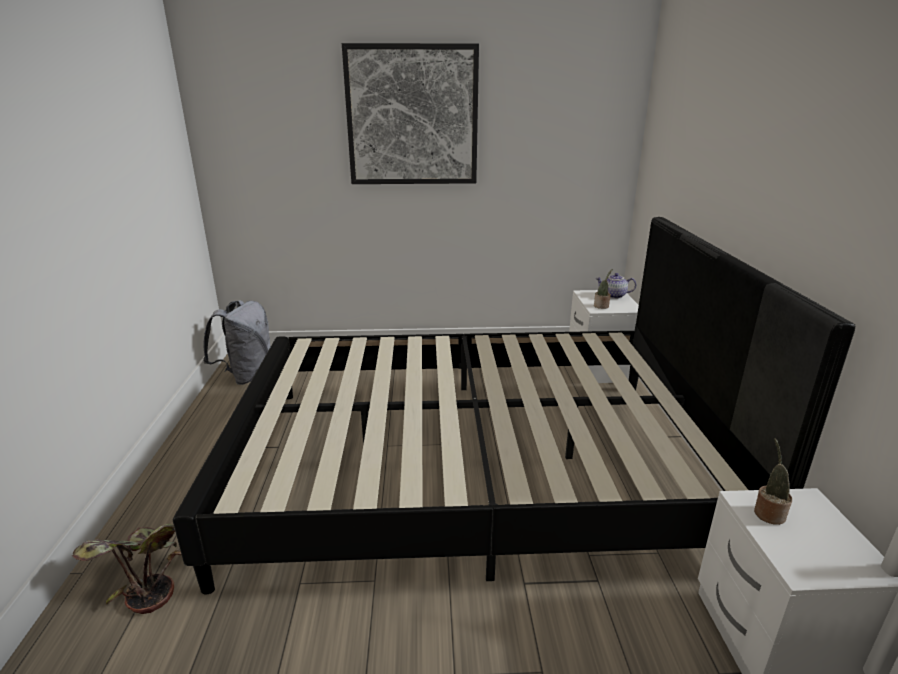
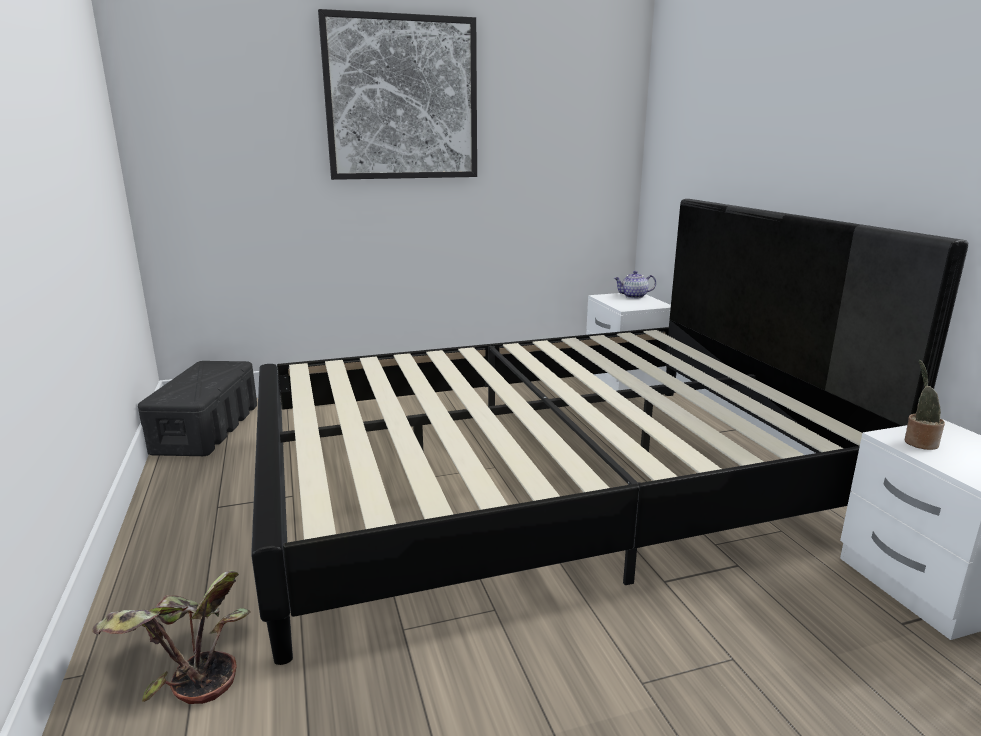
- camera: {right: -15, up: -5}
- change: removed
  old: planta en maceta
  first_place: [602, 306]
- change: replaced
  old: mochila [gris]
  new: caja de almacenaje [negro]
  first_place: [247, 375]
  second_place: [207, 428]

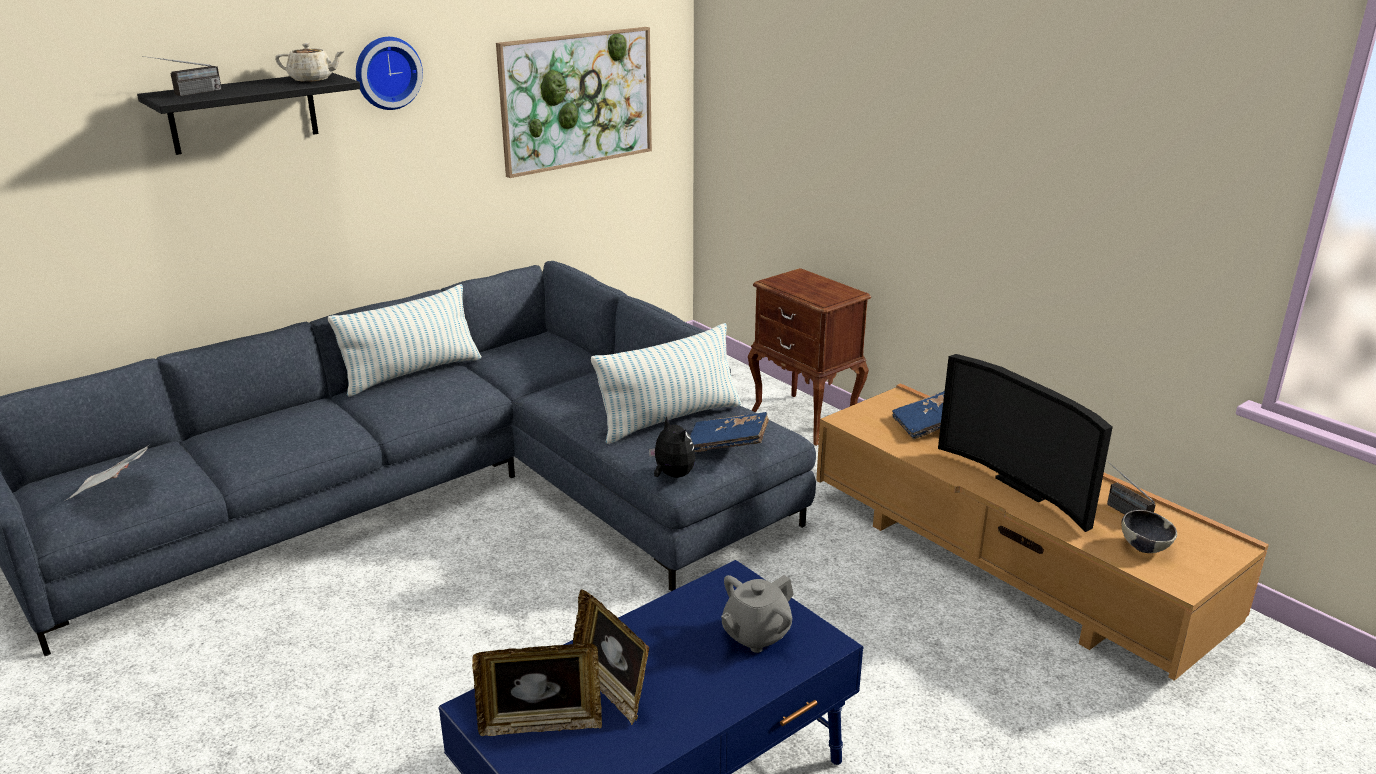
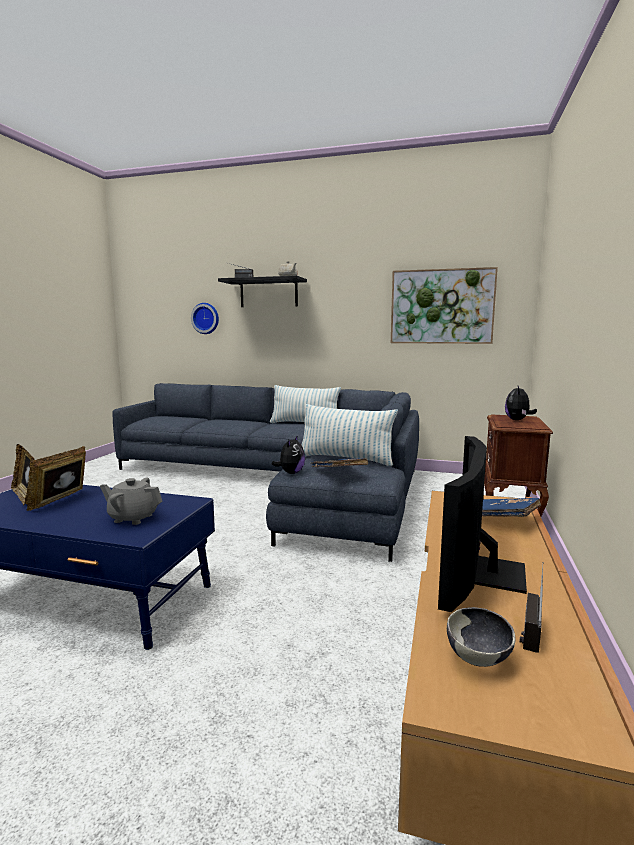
- camera: {right: 55, up: -15}
- change: removed
  old: periódico
  first_place: [114, 492]
- change: added
  new: peluche
  second_place: [518, 420]
- change: moved
  old: reloj de pared
  first_place: [386, 72]
  second_place: [206, 318]

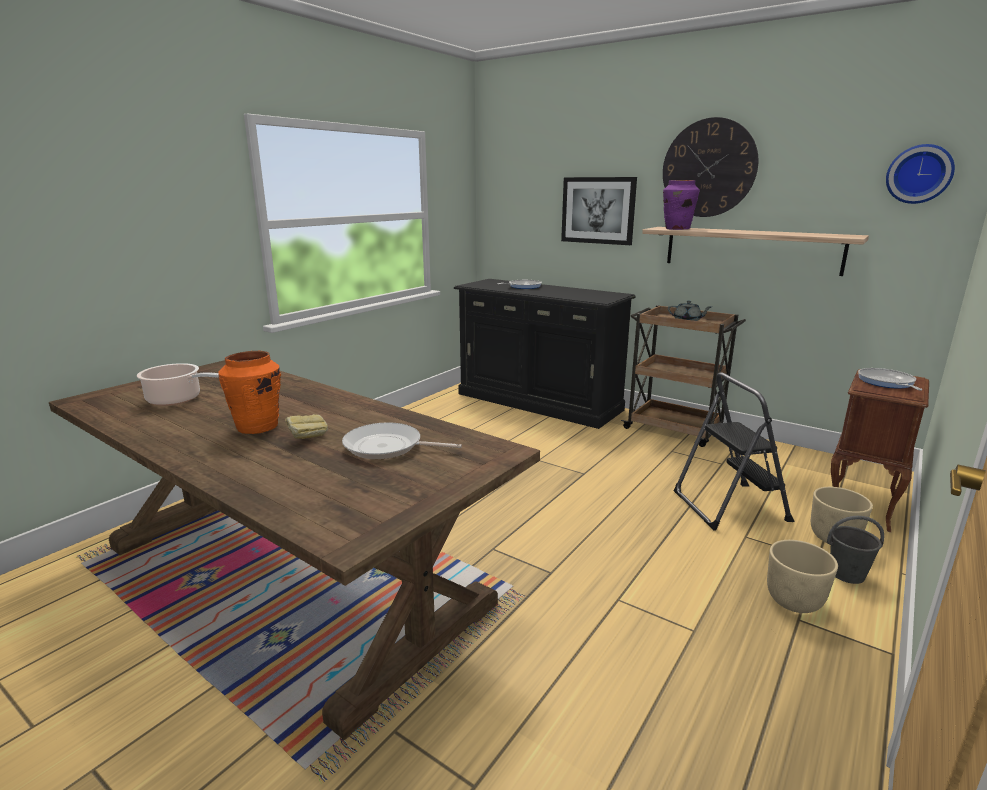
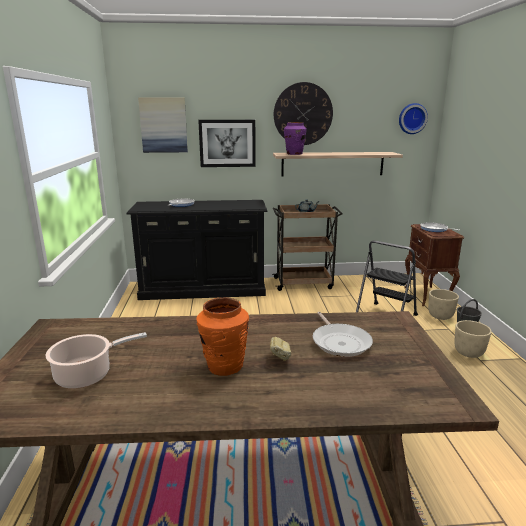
- camera: {right: -40, up: 0}
- change: added
  new: cuadro
  second_place: [163, 125]
- change: turned
  old: sartén
  first_place: [387, 447]
  second_place: [340, 342]
  degrees: -75

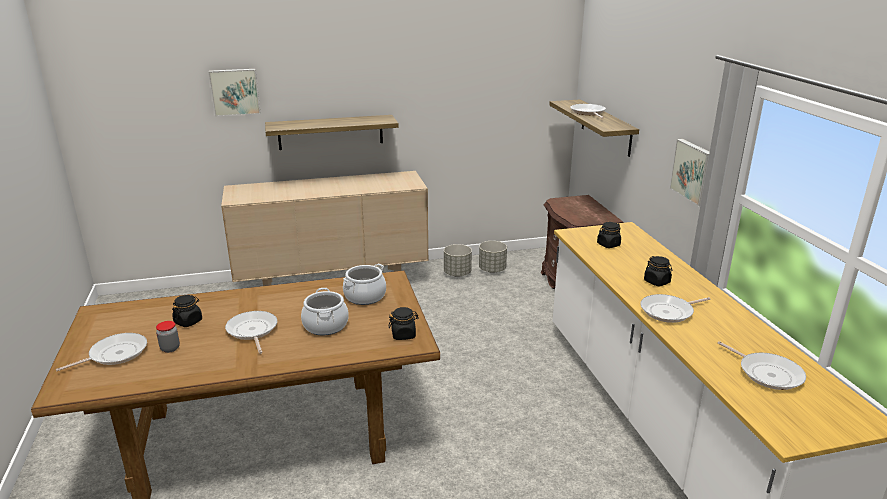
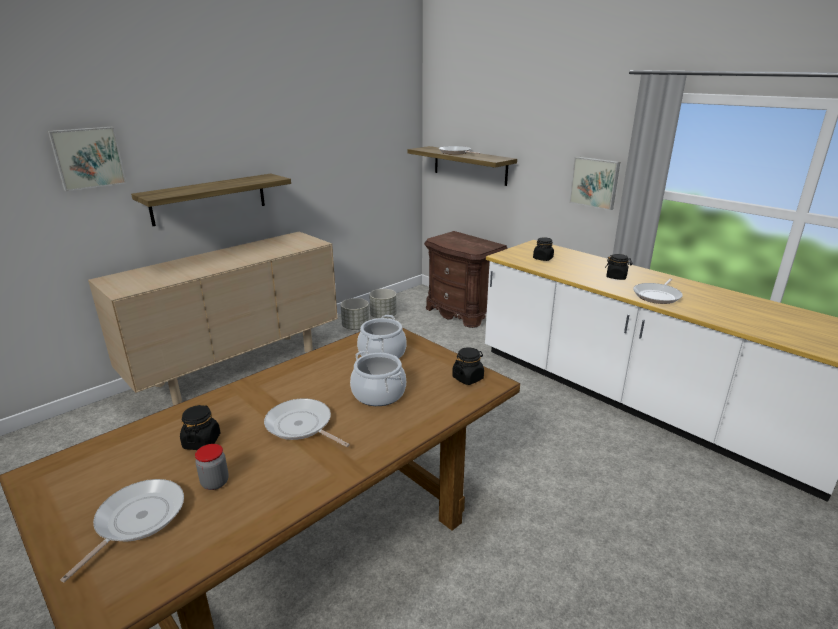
- camera: {right: -30, up: 0}
- change: removed
  old: sartén
  first_place: [767, 373]

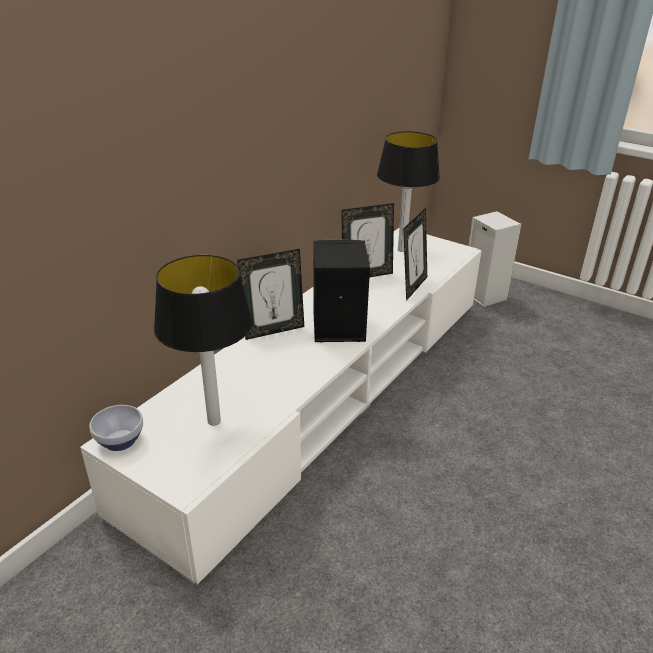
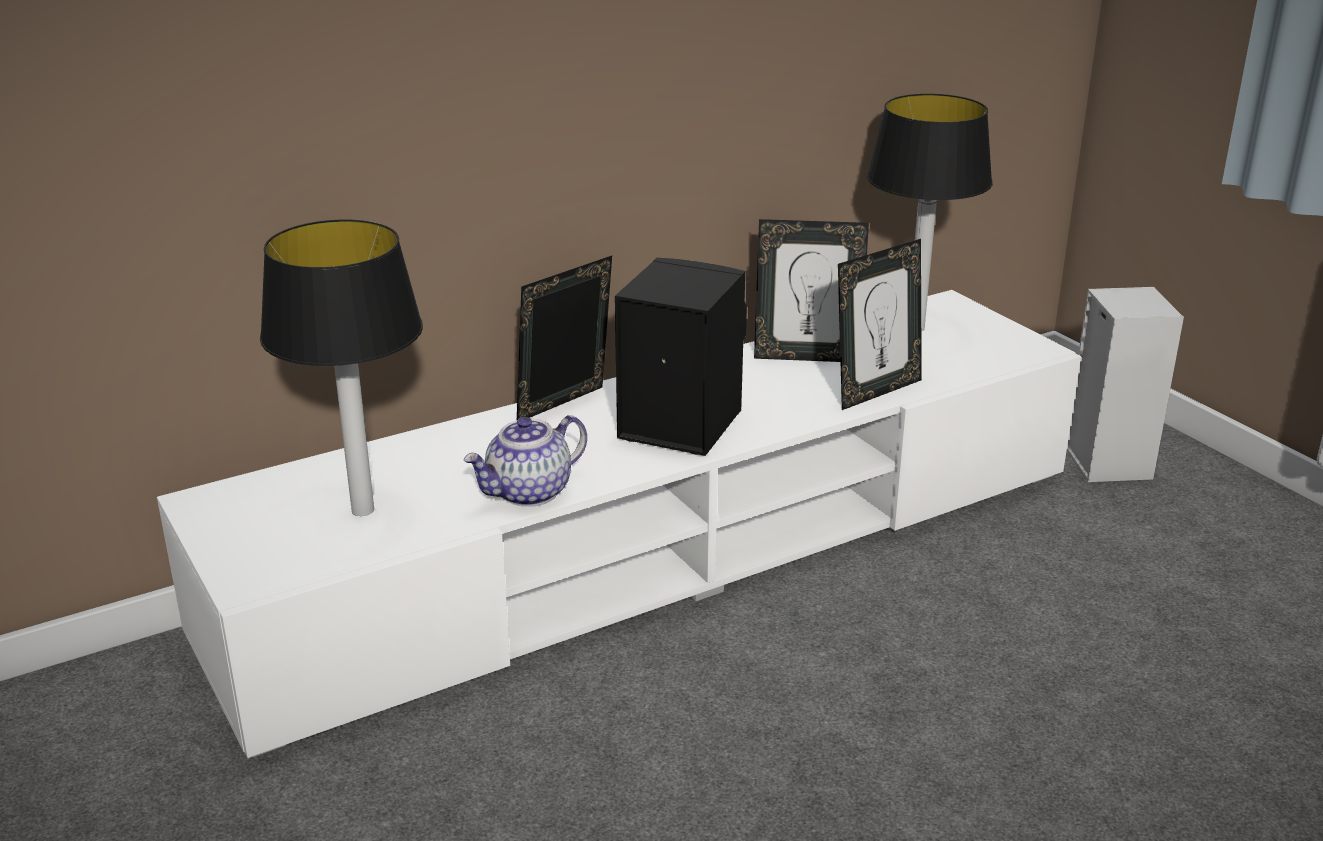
- camera: {right: 25, up: -5}
- change: removed
  old: cuenco
  first_place: [121, 440]
- change: added
  new: tetera
  second_place: [529, 492]
- change: turned
  old: portarretratos
  first_place: [273, 330]
  second_place: [566, 408]
  degrees: 135

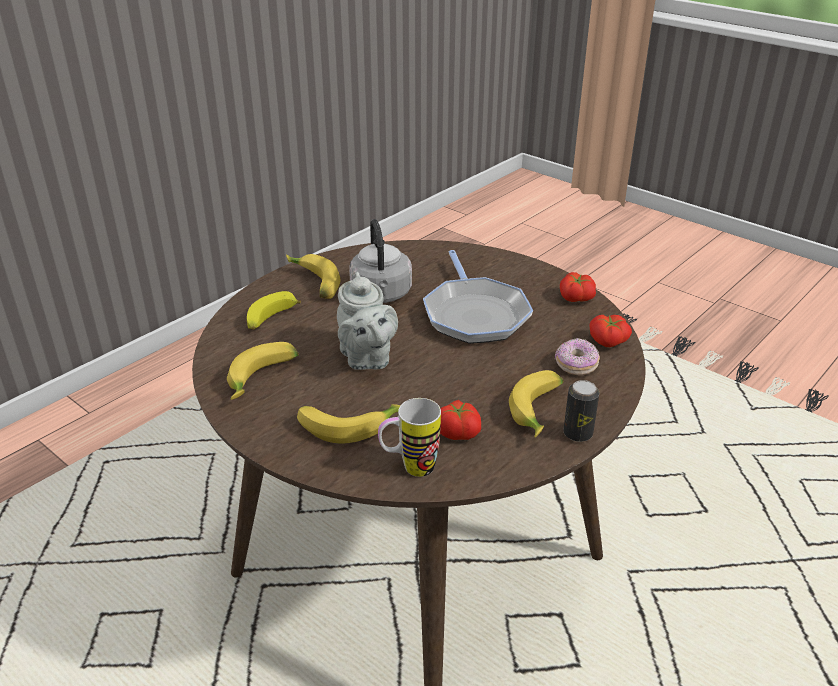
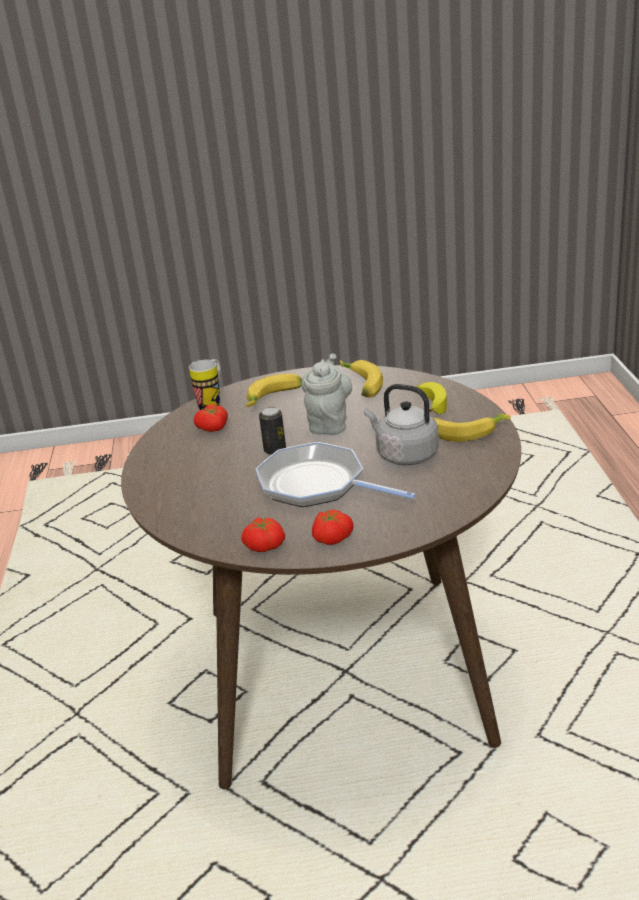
- camera: {right: 135, up: -5}
- change: removed
  old: plátano
  first_place: [540, 412]
- change: removed
  old: rosquilla
  first_place: [576, 365]
- change: moved
  old: lata
  first_place: [578, 433]
  second_place: [275, 450]
- change: moved
  old: tomate
  first_place: [607, 342]
  second_place: [331, 538]
- change: turned
  old: tetera [gris]
  first_place: [366, 359]
  second_place: [329, 423]
  degrees: 75

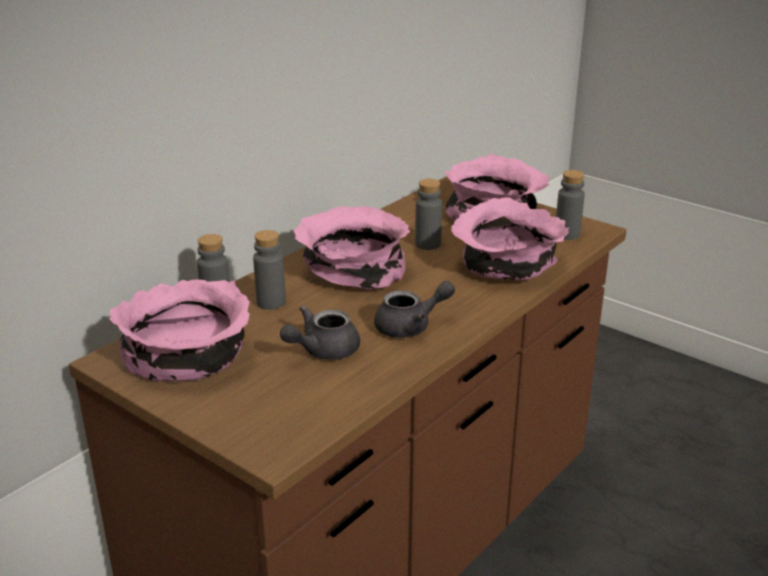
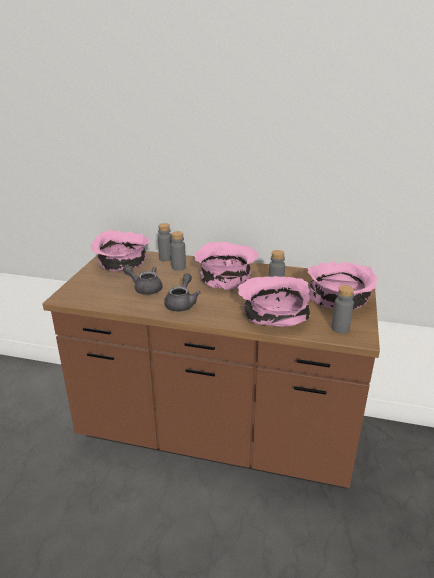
- camera: {right: 65, up: 0}
- change: turned
  old: tetera [gris]
  first_place: [411, 326]
  second_place: [182, 303]
  degrees: -120

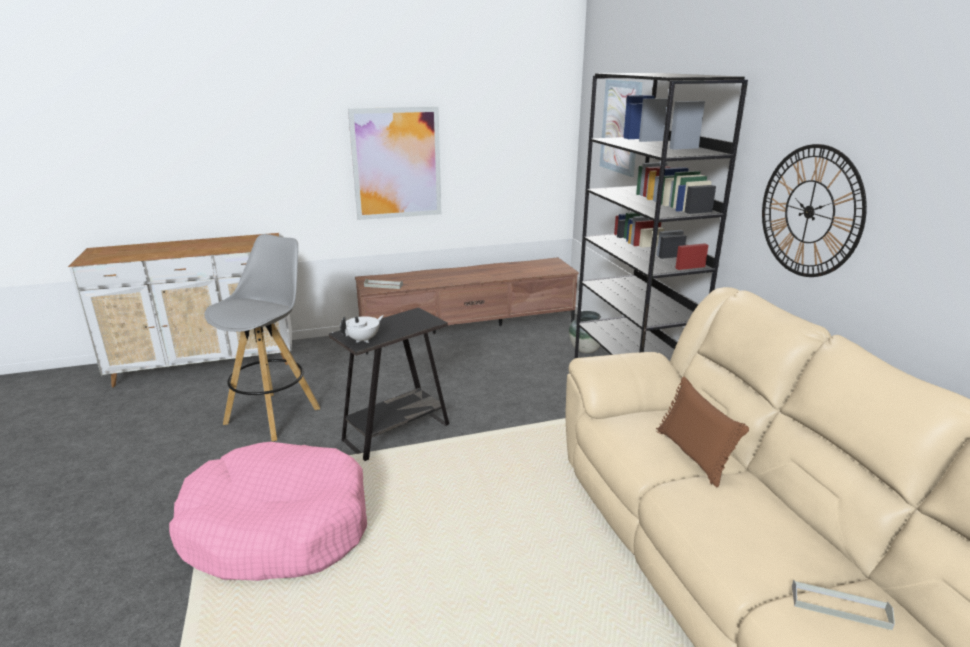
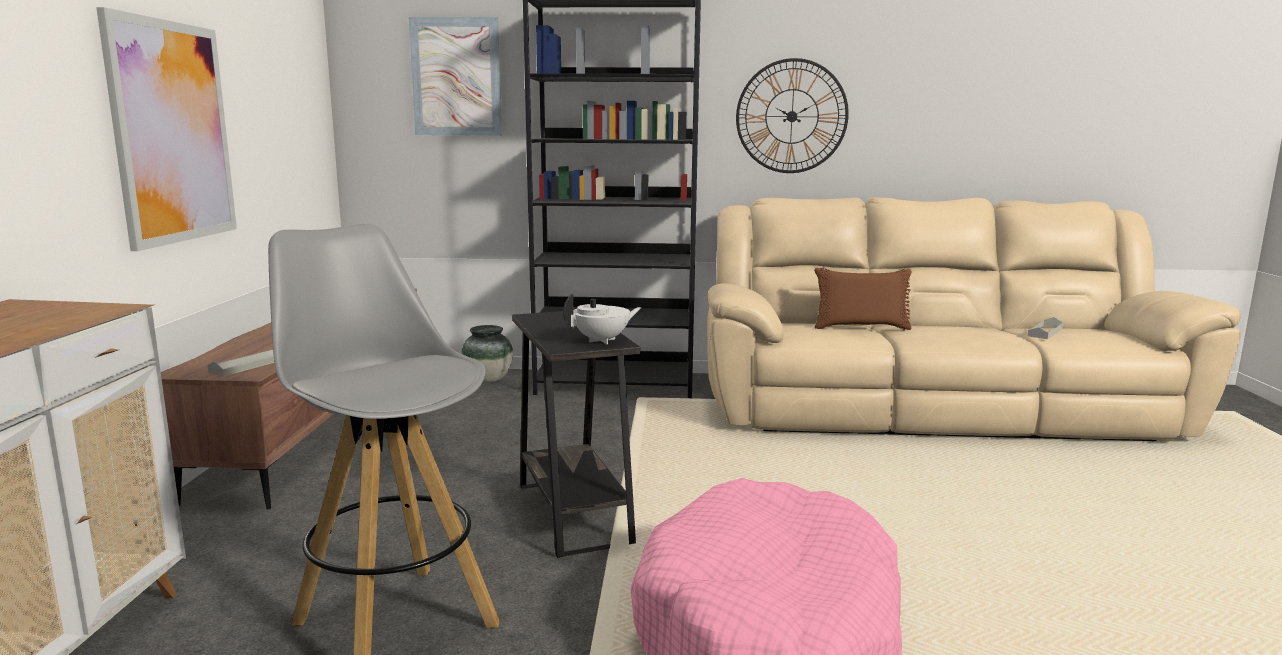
- camera: {right: -70, up: -10}
- change: turned
  old: tetera [blanco]
  first_place: [363, 340]
  second_place: [602, 340]
  degrees: 90

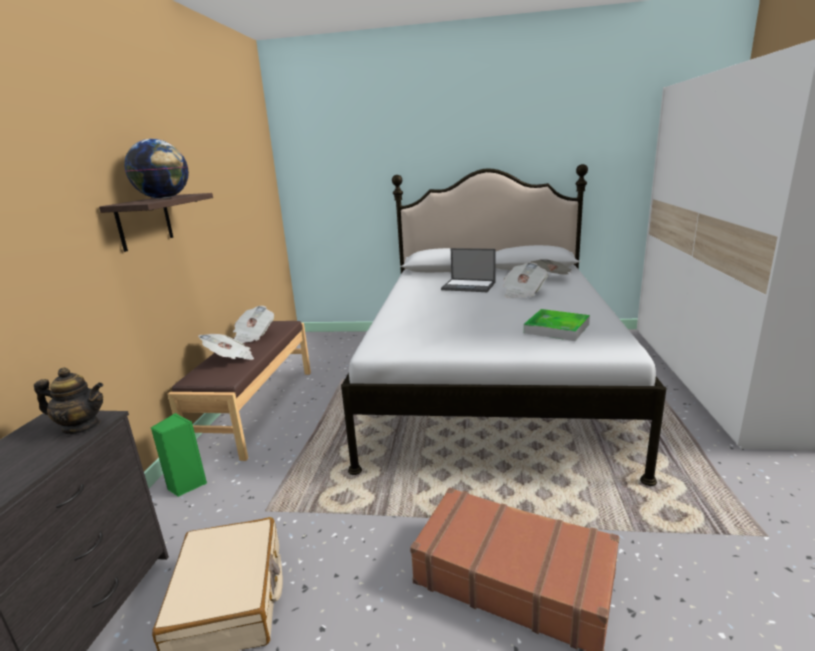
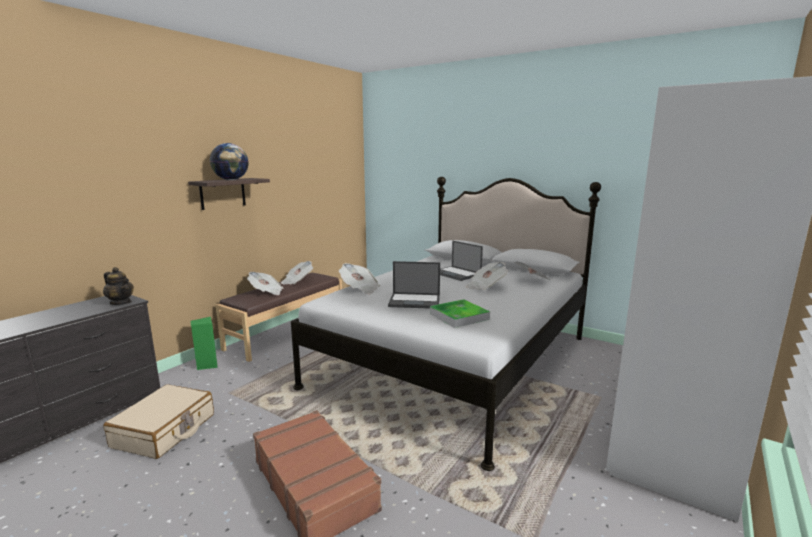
- camera: {right: 25, up: -5}
- change: added
  new: periódico
  second_place: [360, 289]
- change: added
  new: portátil
  second_place: [415, 301]

